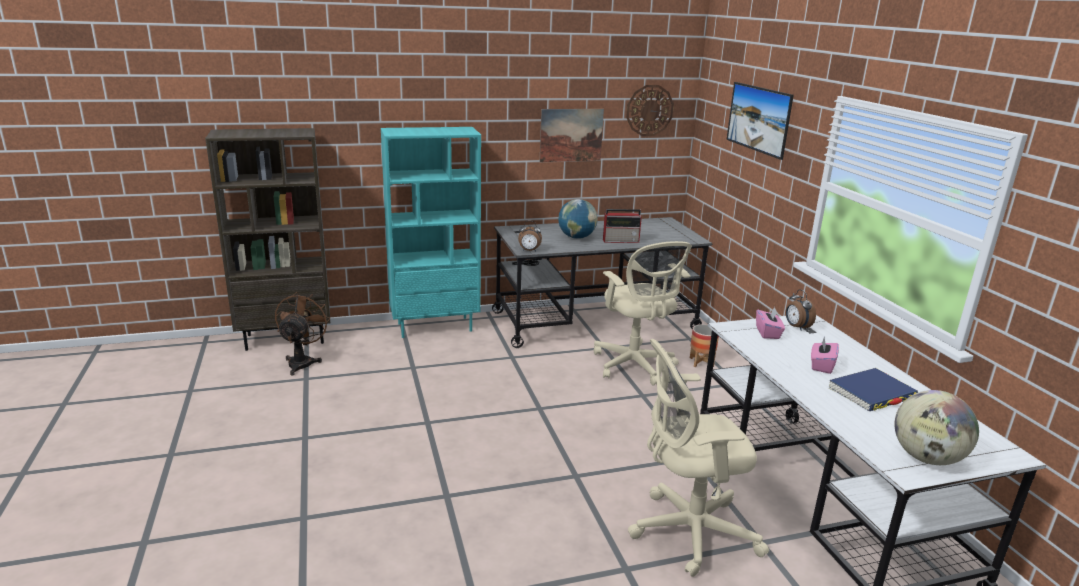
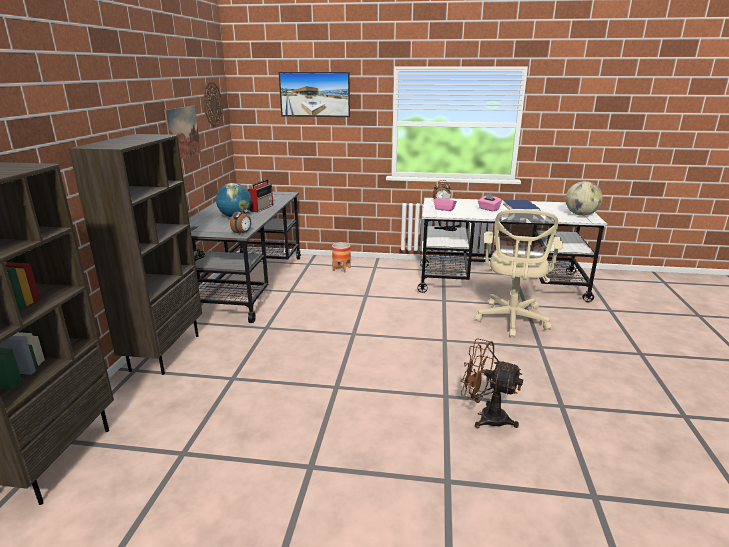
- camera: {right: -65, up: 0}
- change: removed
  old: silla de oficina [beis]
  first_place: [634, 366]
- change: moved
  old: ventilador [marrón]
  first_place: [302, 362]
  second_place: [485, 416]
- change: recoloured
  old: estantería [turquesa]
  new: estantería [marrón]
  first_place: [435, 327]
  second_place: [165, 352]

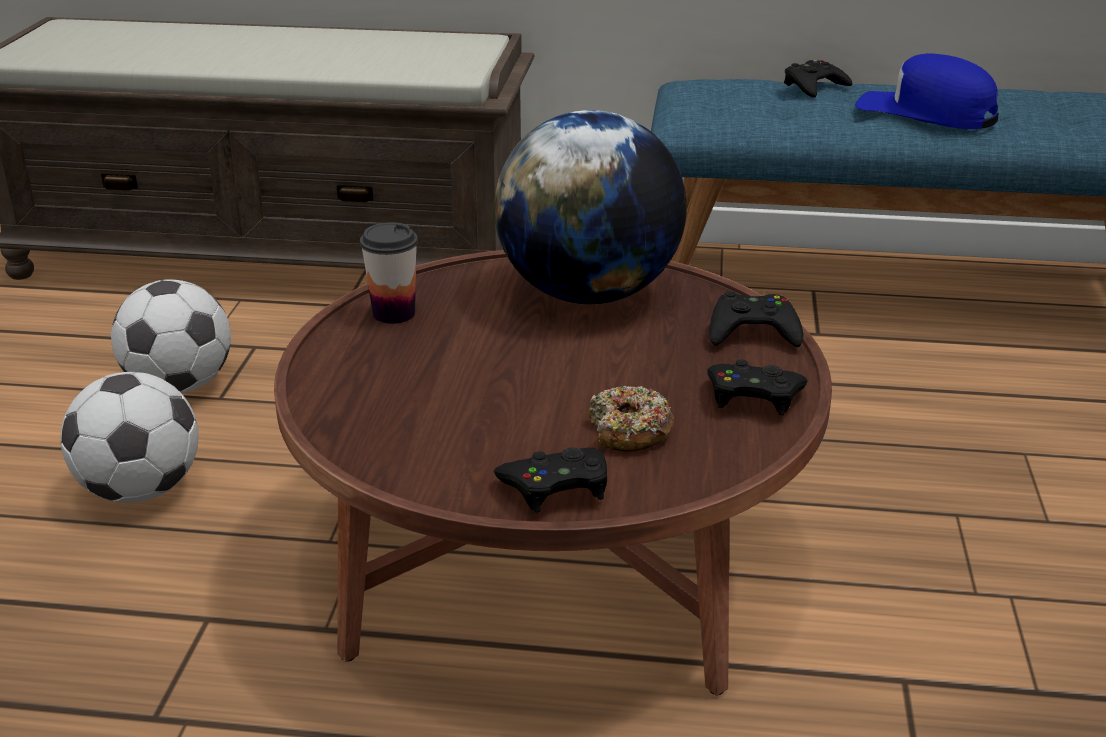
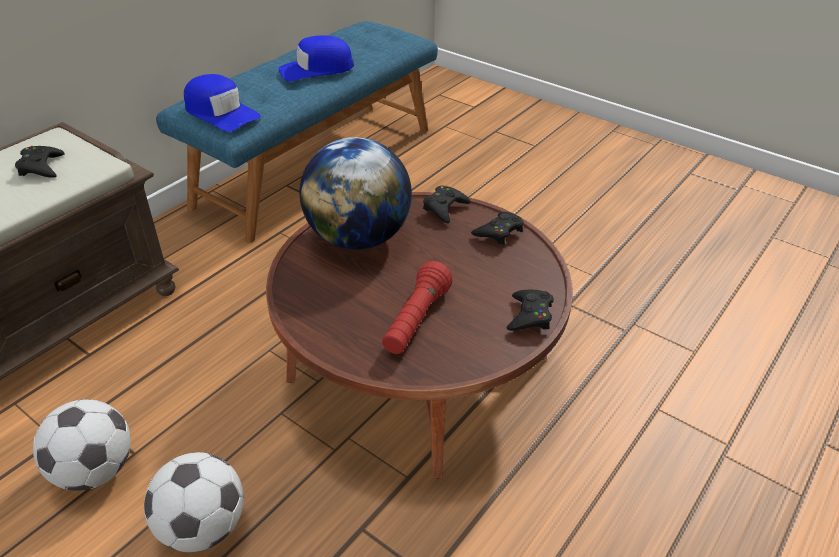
- camera: {right: -60, up: 10}
- change: removed
  old: taza
  first_place: [394, 313]
- change: removed
  old: rosquilla
  first_place: [629, 431]
- change: added
  new: gorra [azul]
  second_place: [221, 112]
- change: added
  new: linterna [rojo]
  second_place: [416, 321]
- change: moved
  old: mando de consola [negro]
  first_place: [814, 86]
  second_place: [41, 167]

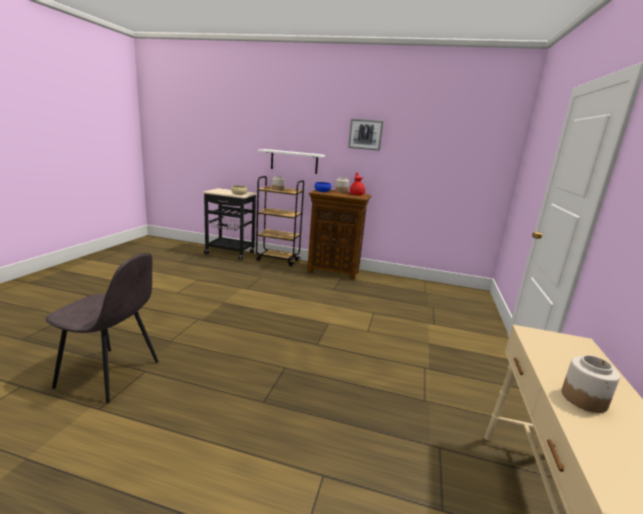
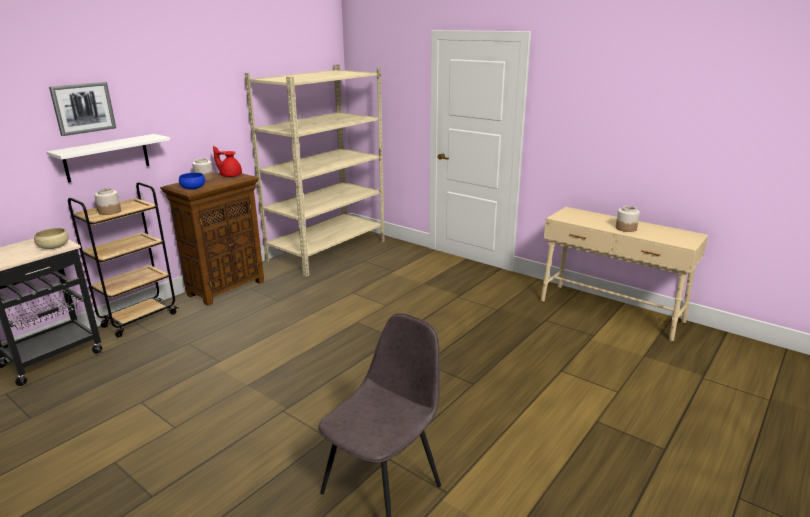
- camera: {right: -65, up: 5}
- change: added
  new: estantería [beis]
  second_place: [327, 251]
- change: moved
  old: cuadro
  first_place: [365, 134]
  second_place: [83, 108]

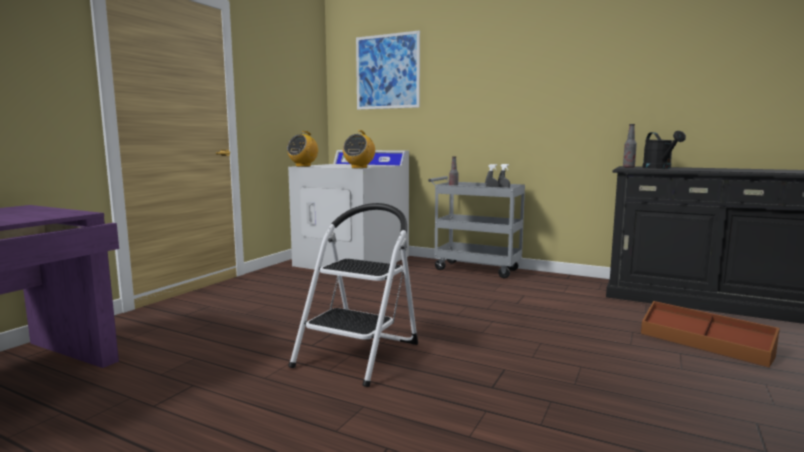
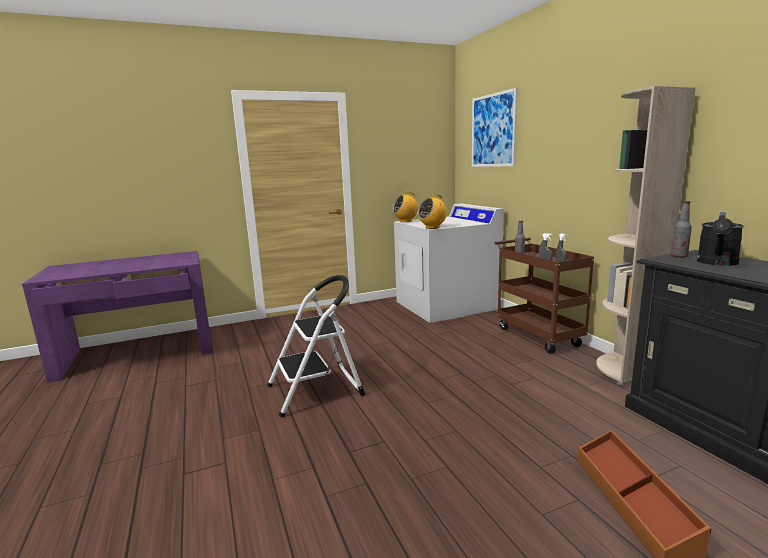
- camera: {right: 40, up: 5}
- change: added
  new: estantería [beis]
  second_place: [620, 374]
- change: recoloured
  old: carrito [gris]
  new: carrito [marrón]
  first_place: [474, 270]
  second_place: [536, 337]

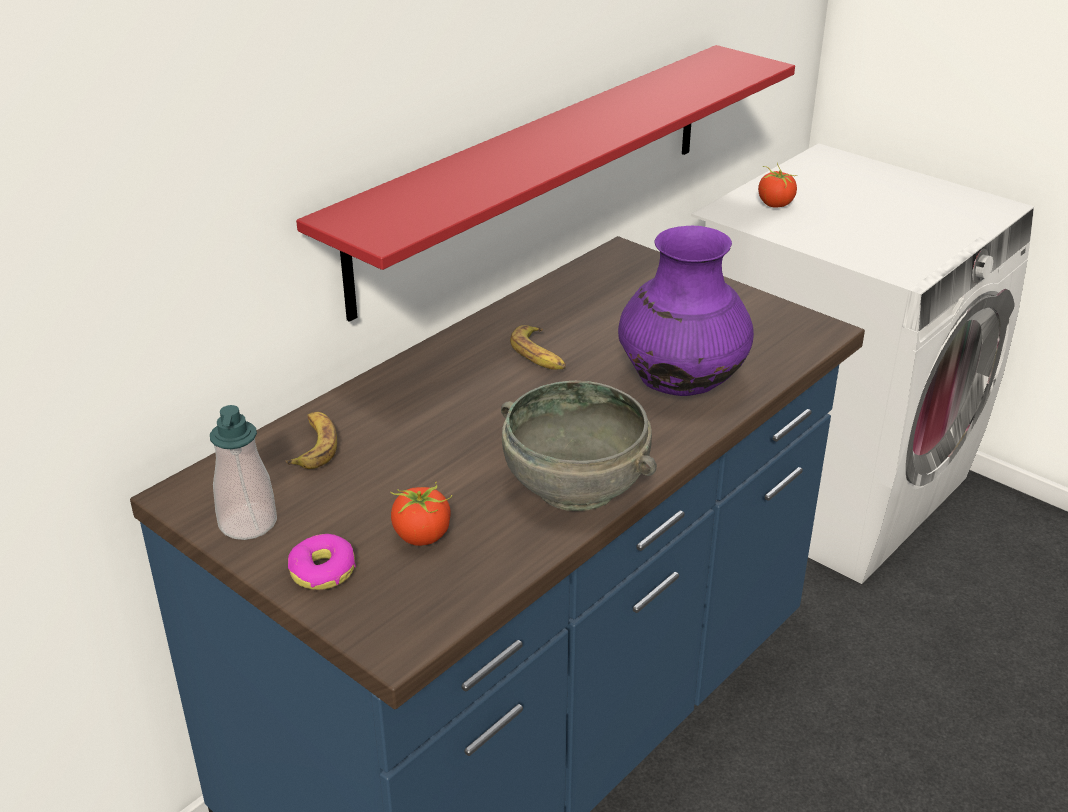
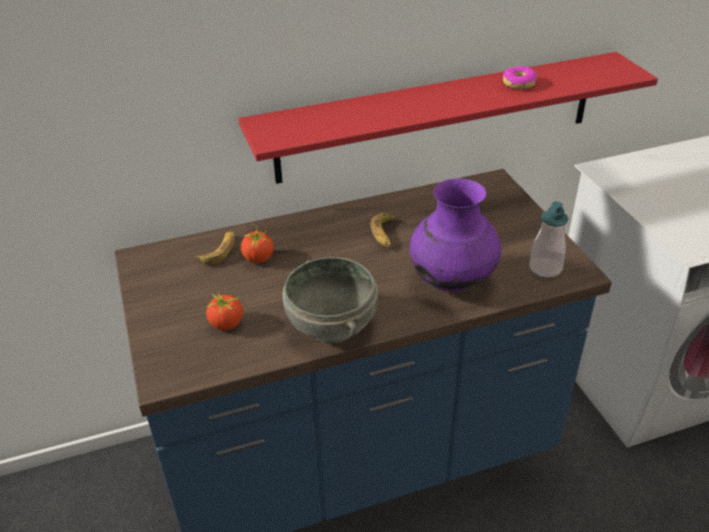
- camera: {right: 30, up: 5}
- change: moved
  old: dispensador de jabón
  first_place: [248, 523]
  second_place: [545, 268]
- change: moved
  old: rosquilla
  first_place: [322, 571]
  second_place: [518, 83]
- change: moved
  old: tomate
  first_place: [775, 204]
  second_place: [258, 258]

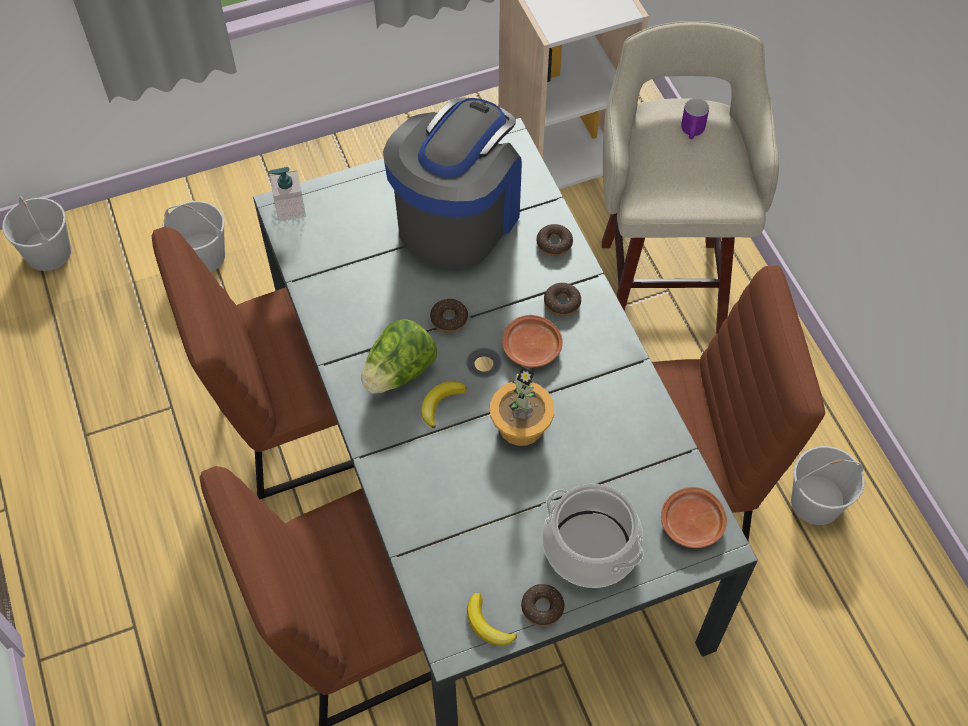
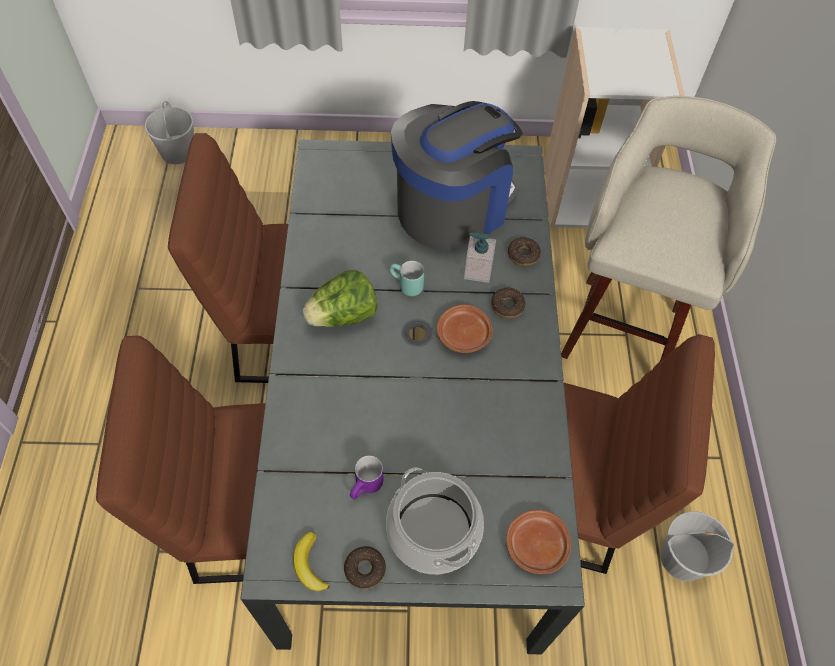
- camera: {right: 20, up: 0}
- change: removed
  old: cubo [blanco]
  first_place: [203, 255]
- change: removed
  old: plátano
  first_place: [440, 404]
- change: removed
  old: planta en maceta
  first_place: [521, 425]
- change: moved
  old: dispensador de jabón
  first_place: [290, 209]
  second_place: [477, 271]
- change: moved
  old: taza grande [morado]
  first_place: [693, 133]
  second_place: [367, 487]
- change: replaced
  old: rosquilla
  new: taza grande [turquesa]
  first_place: [449, 319]
  second_place: [405, 286]

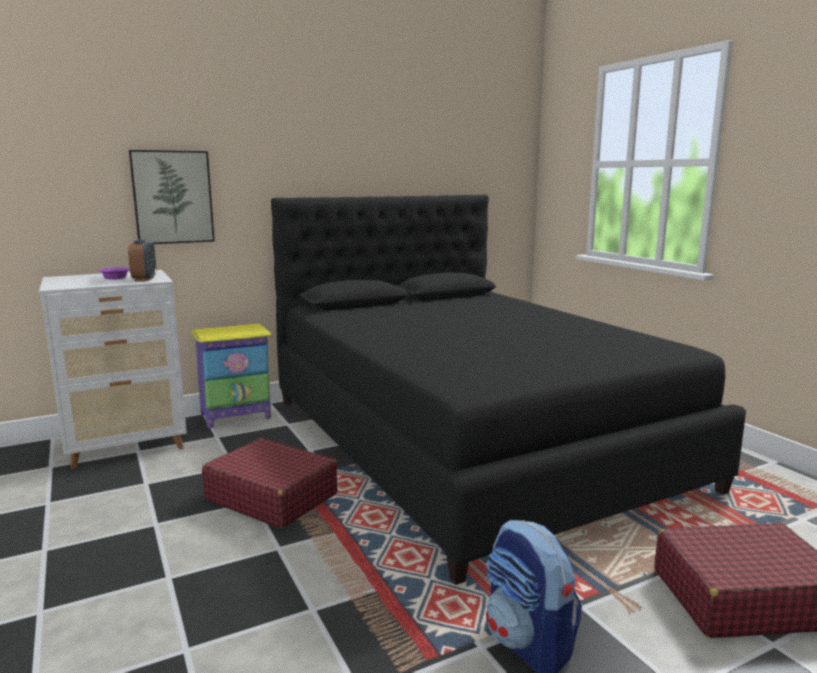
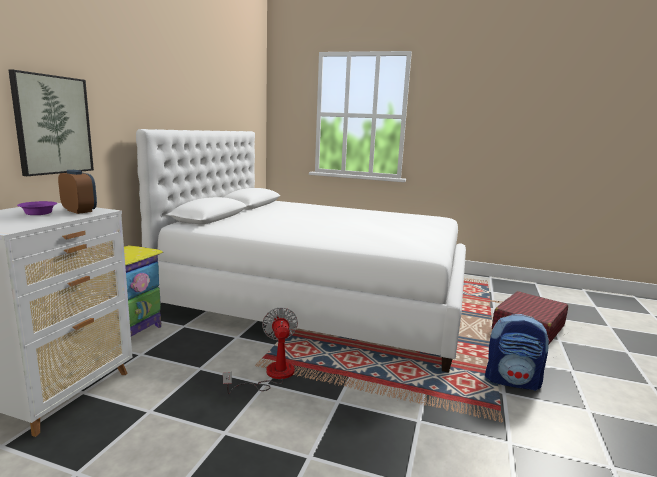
- camera: {right: -45, up: 0}
- change: replaced
  old: maleta [rojo]
  new: ventilador
  first_place: [271, 497]
  second_place: [272, 375]
- change: recoloured
  old: cama [negro]
  new: cama [blanco]
  first_place: [469, 440]
  second_place: [319, 299]

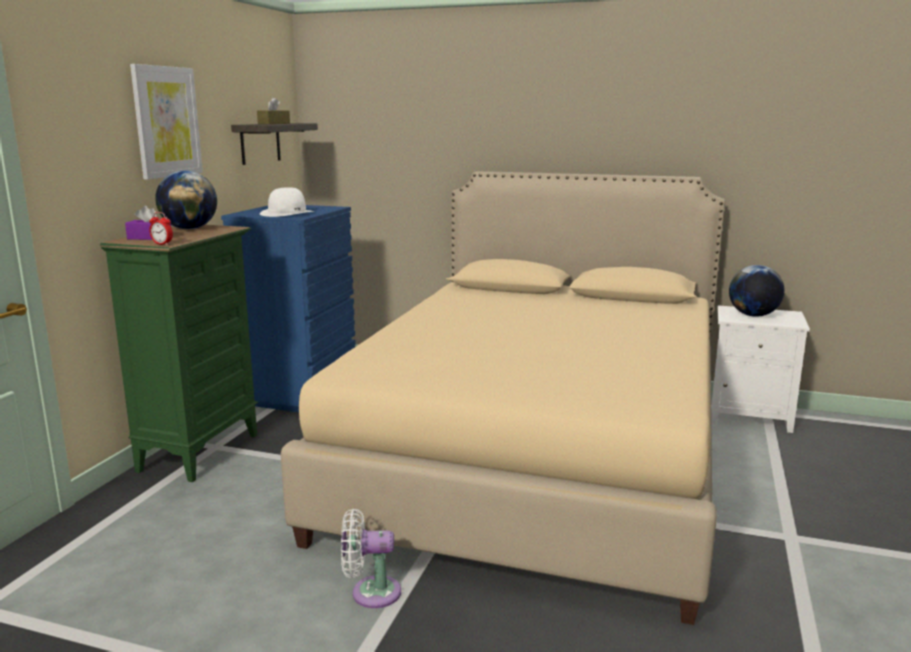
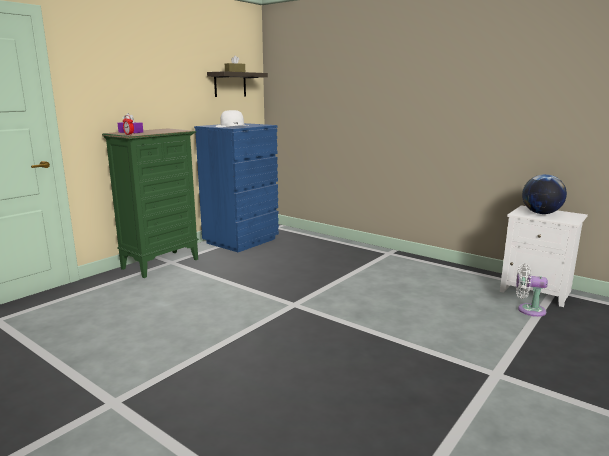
- camera: {right: 20, up: 0}
- change: removed
  old: cuadro
  first_place: [166, 122]
- change: removed
  old: globo terráqueo
  first_place: [189, 229]
- change: removed
  old: cama [beis]
  first_place: [538, 459]
- change: moved
  old: ventilador [blanco]
  first_place: [370, 592]
  second_place: [528, 310]

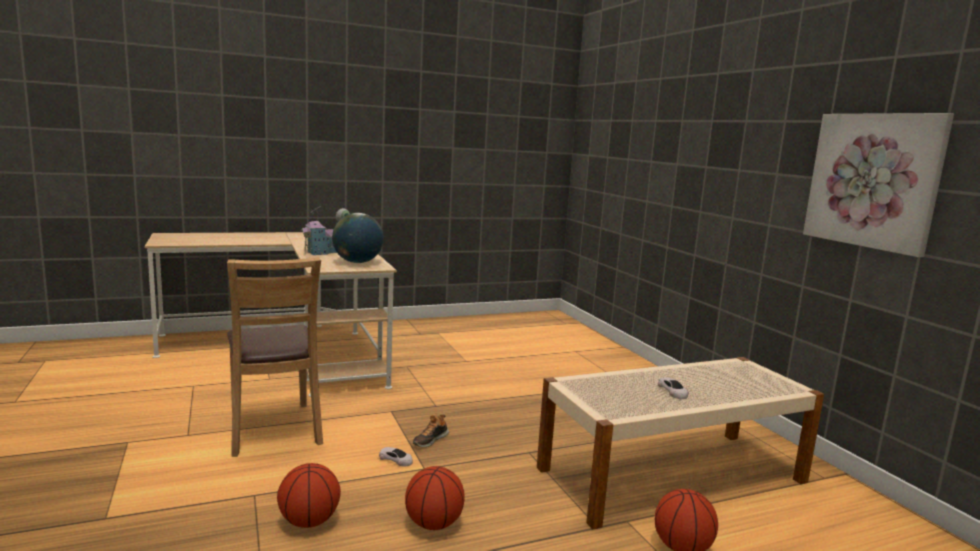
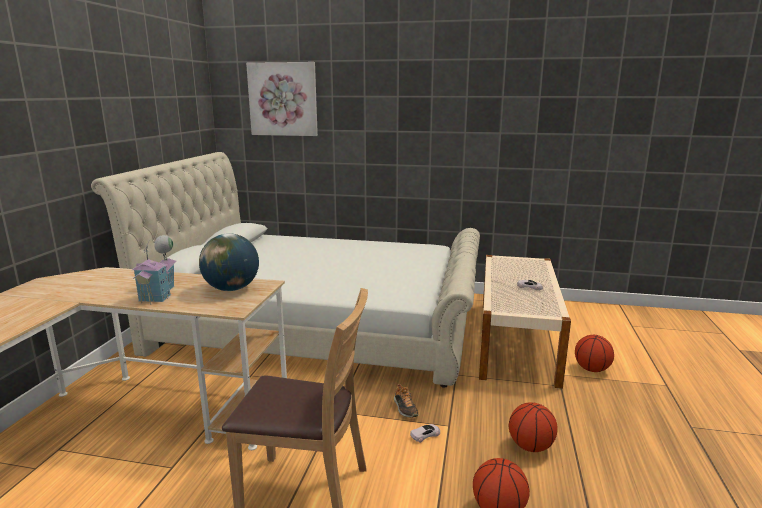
- camera: {right: -55, up: 5}
- change: added
  new: cama [beis]
  second_place: [318, 322]
- change: moved
  old: cuadro
  first_place: [873, 180]
  second_place: [283, 99]

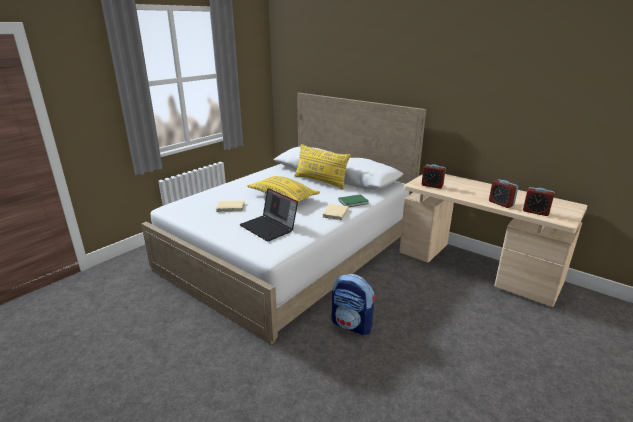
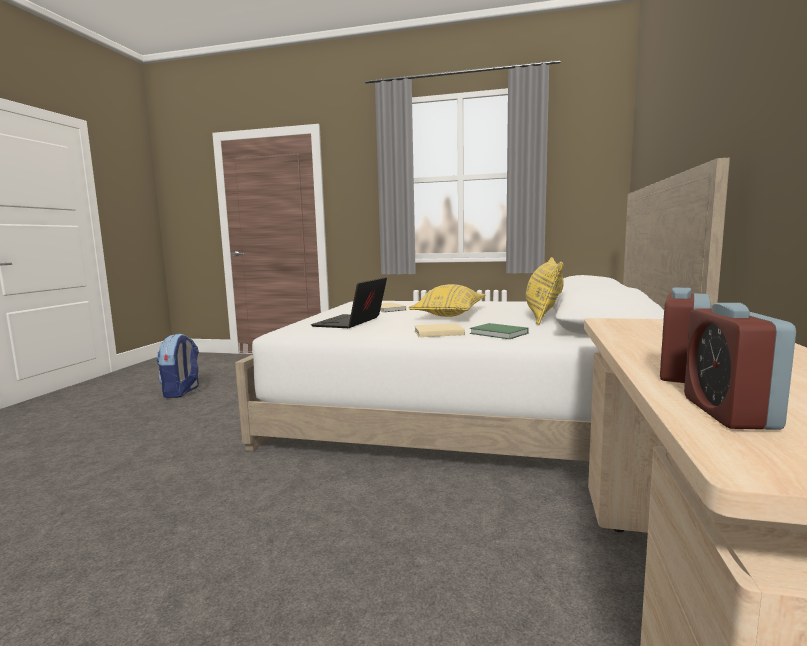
- camera: {right: 65, up: -15}
- change: removed
  old: despertador
  first_place: [432, 185]
- change: moved
  old: mochila
  first_place: [352, 324]
  second_place: [182, 392]

